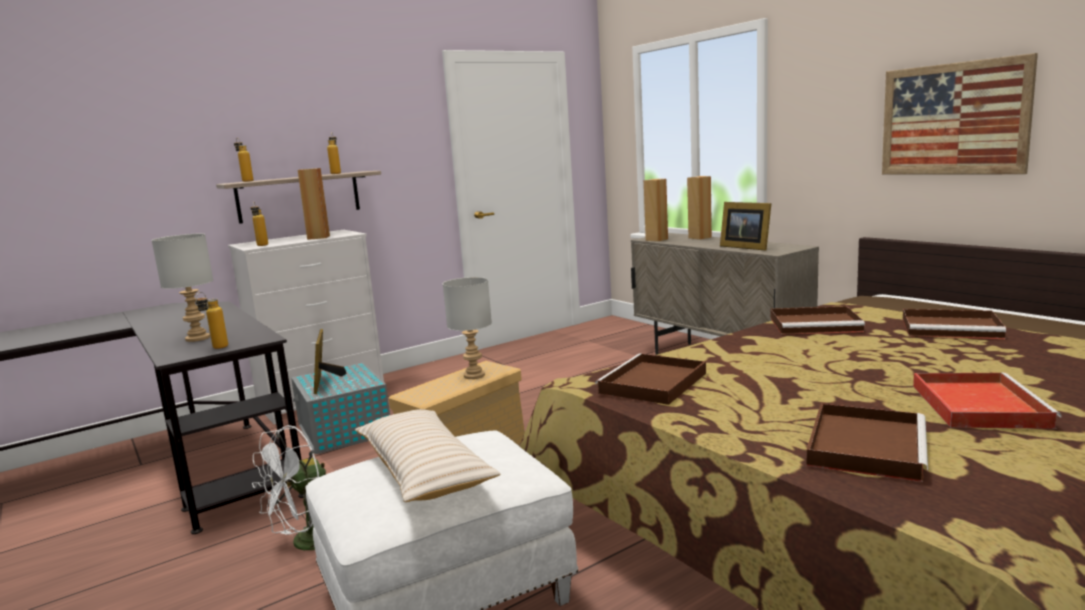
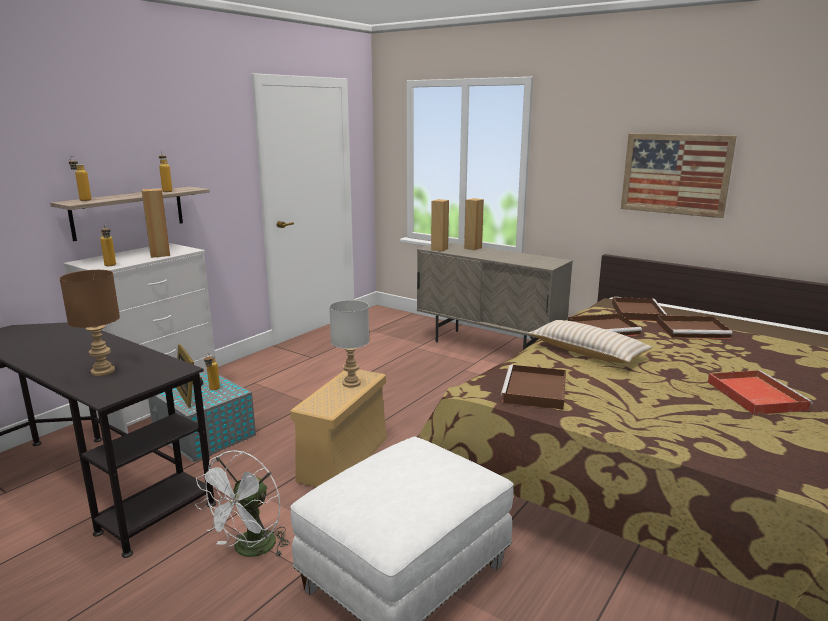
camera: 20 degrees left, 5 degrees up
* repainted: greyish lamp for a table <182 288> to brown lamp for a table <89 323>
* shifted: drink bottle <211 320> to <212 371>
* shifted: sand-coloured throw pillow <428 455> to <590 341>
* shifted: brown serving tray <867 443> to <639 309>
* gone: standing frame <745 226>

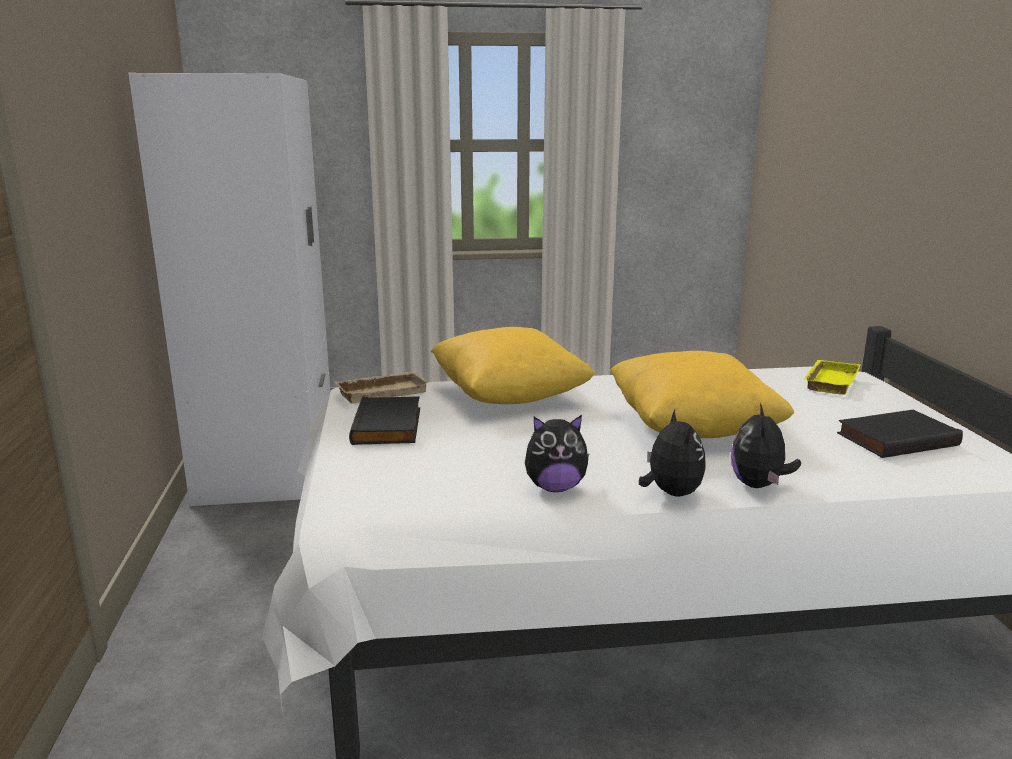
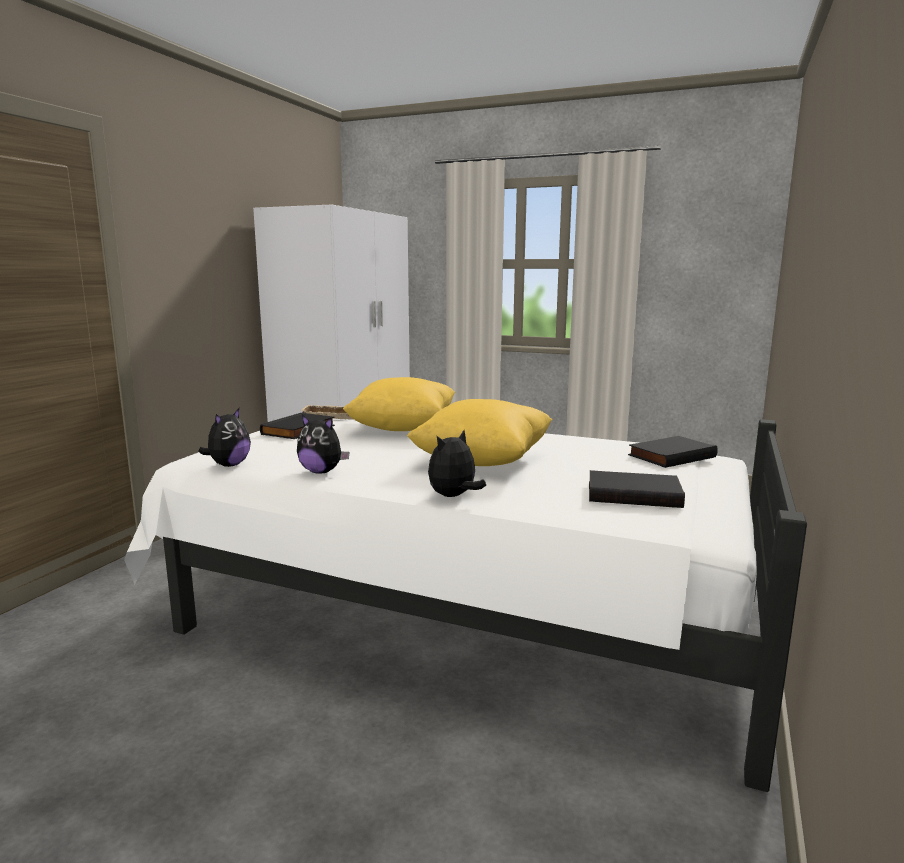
camera: 30 degrees right, 5 degrees down
* shifted: soft toy <672 453> to <224 437>
* swapped: yellow serving tray <832 377> to black book <673 452>

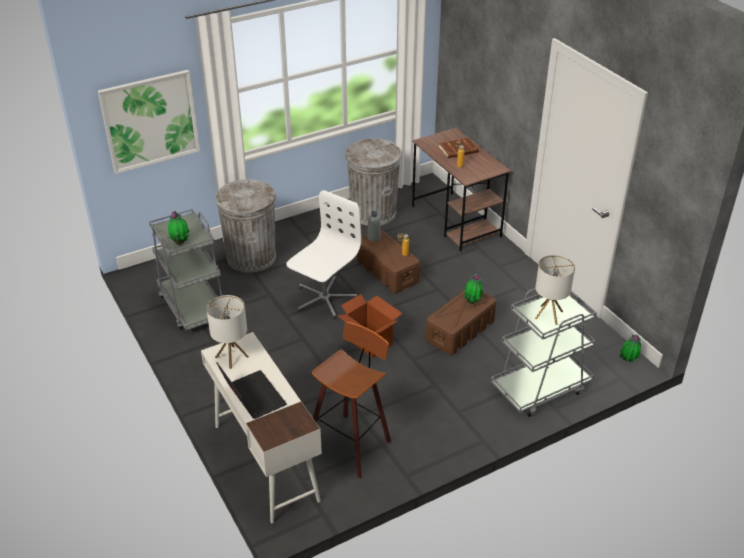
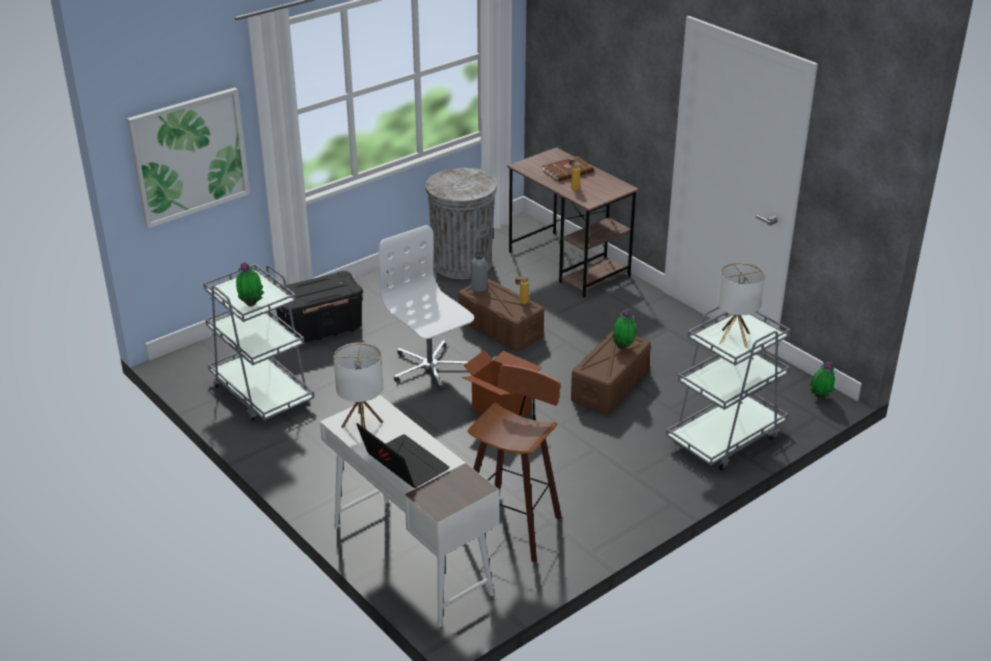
camera: 10 degrees left, 5 degrees down
* swapped: greyish waste bin <245 226> to black storage container <319 307>
* rotated: whitish desk chair <324 254> = <426 307> 60 degrees counterclockwise

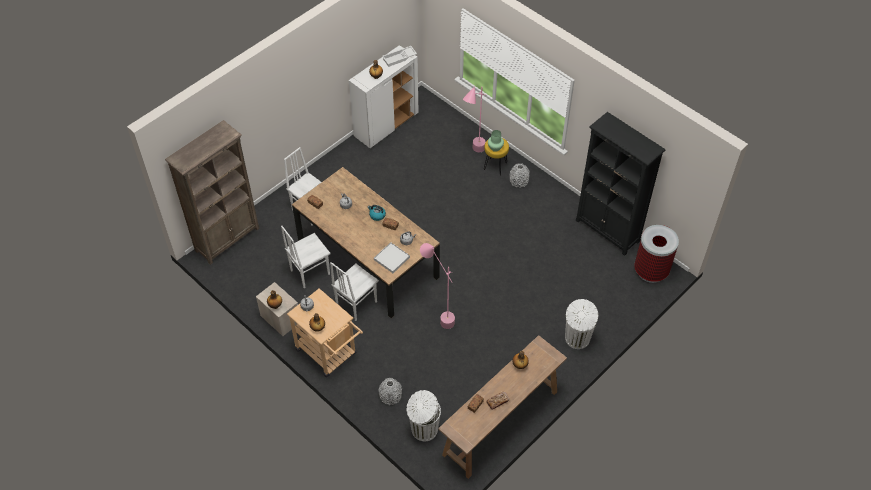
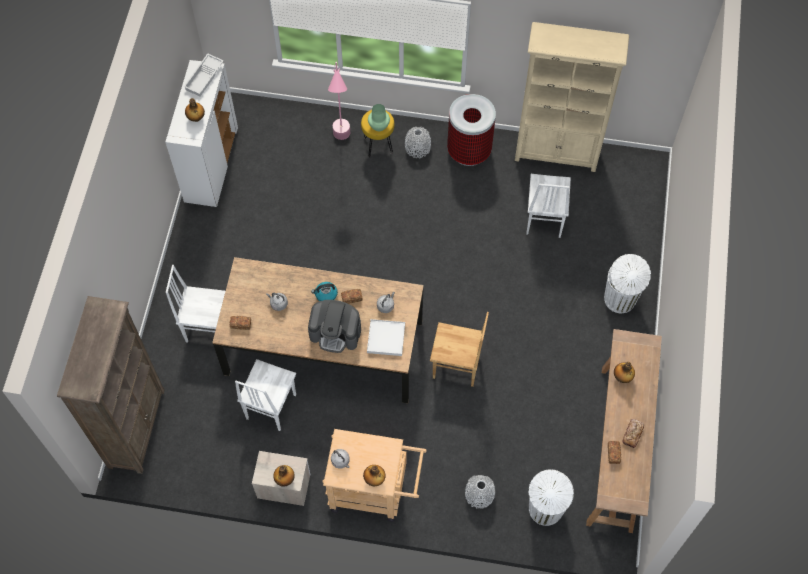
camera: 35 degrees left, 10 degrees up
* new: coffee brewer <334 326>
* swapped: pinkish standard lamp <437 286> to brown chair <459 349>
* shifted: waste bin <656 254> to <471 130>
* repainted: black bookshelf <620 184> to sand-coloured bookshelf <572 97>
* shifted: whitish chair <354 291> to <548 206>

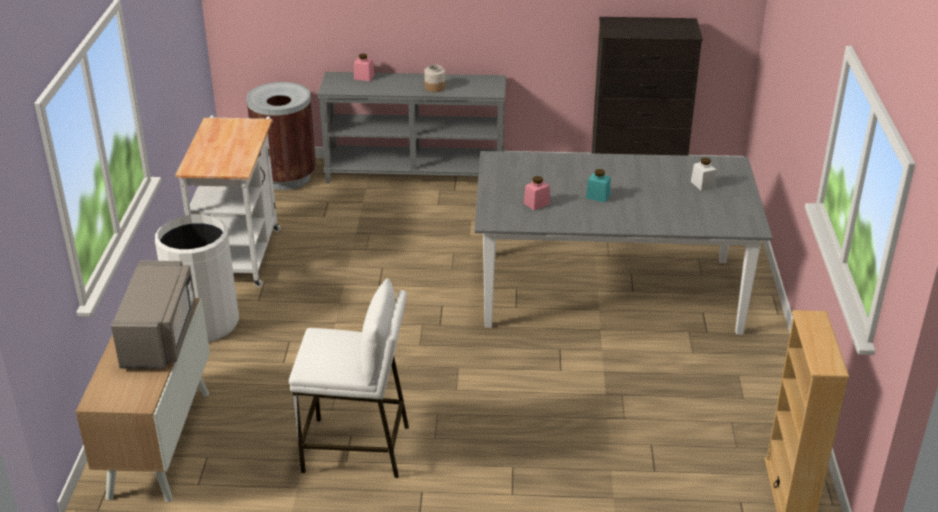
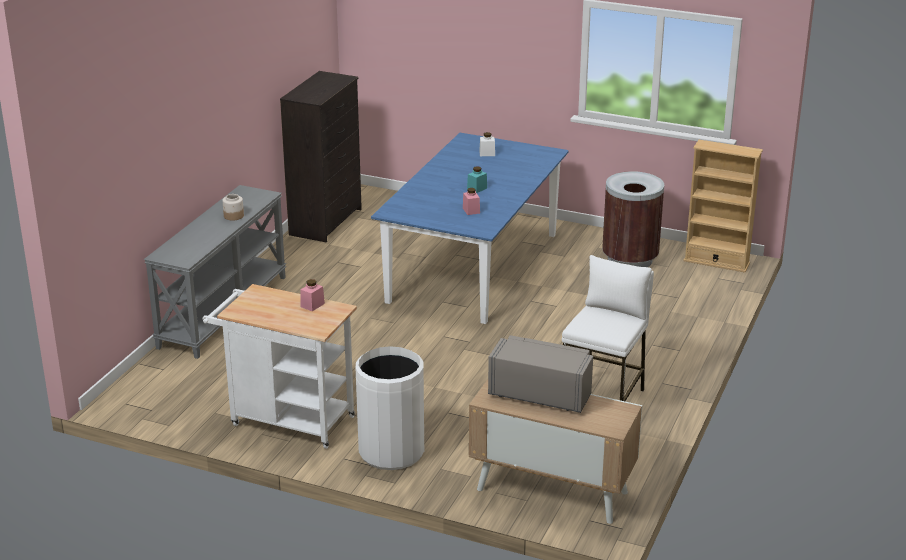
camera: 70 degrees left, 5 degrees down
* shifted: pinkish jar <364 67> to <313 295>
* repainted: greyish dinner table <623 243> to blue-coloured dinner table <470 228>
* shifted: brown waste bin <281 136> to <633 219>

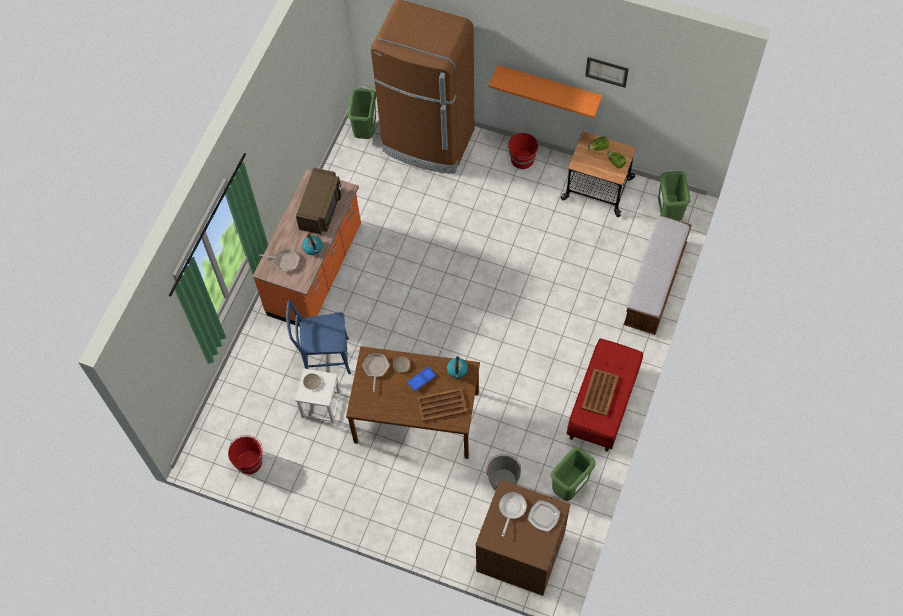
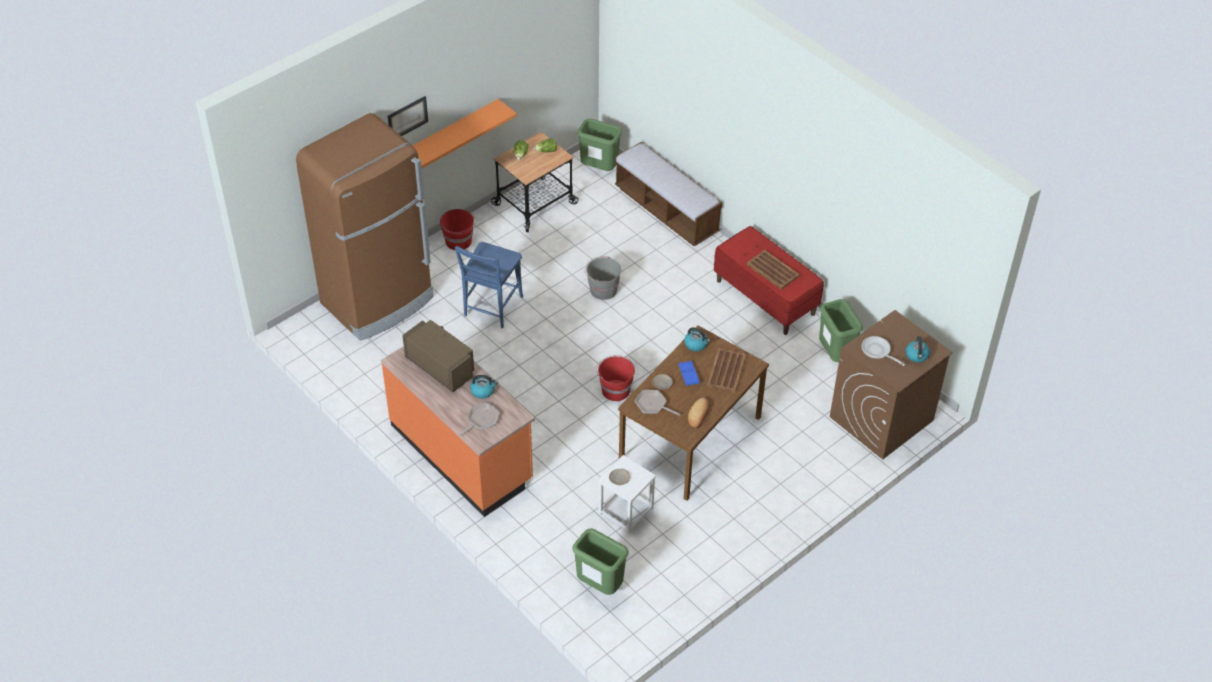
camera: 65 degrees left, 15 degrees down
* shifted: wall art <607 72> to <408 116>
* shifted: blue-coloured chair <318 337> to <489 285>
* shifted: greenish waste bin <362 114> to <600 562>
* shifted: greyish water bucket <503 472> to <603 278>
* shifted: red water bucket <245 454> to <615 378>
* new: bread <698 413>
* new: tea kettle <918 349>
* gone: dinner plate <544 516>

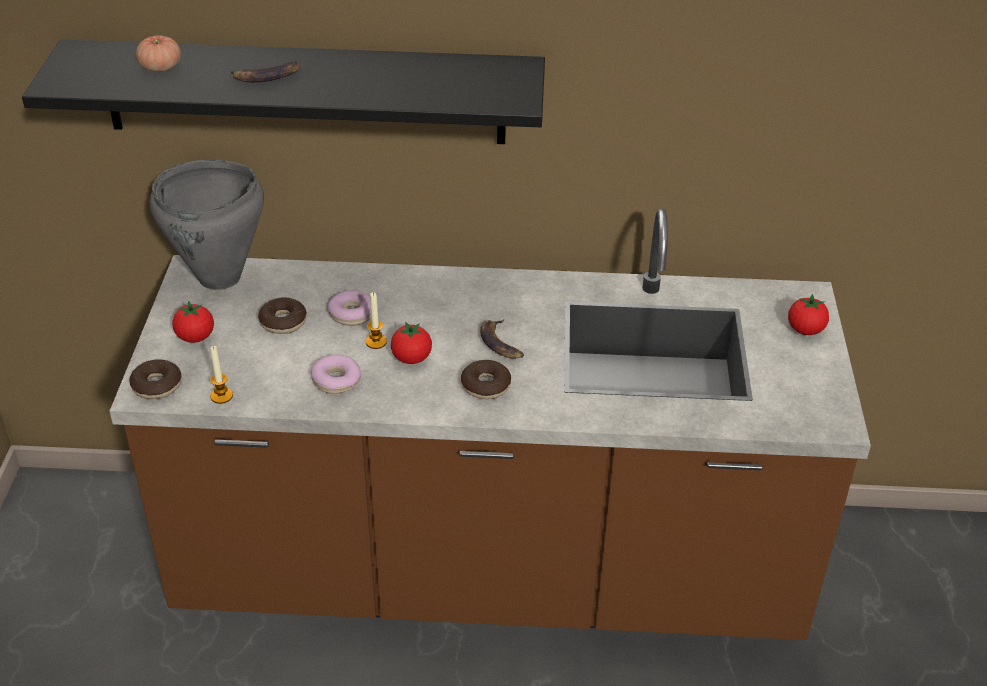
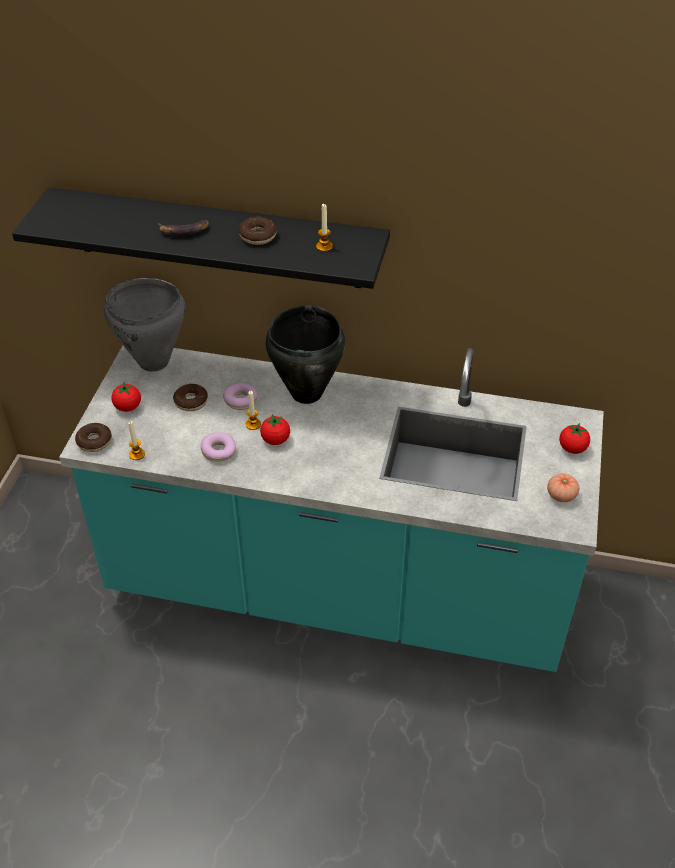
camera: 10 degrees right, 5 degrees up
* repainted: brown kitchen base unit <490 424> to blue-green kitchen base unit <331 509>
* shifted: donut <486 379> to <258 231>
* new: black stockpot <305 354>
* new: wax light <324 228>
* shifted: tomato <158 54> to <563 488>
* gone: banana fruit <502 339>

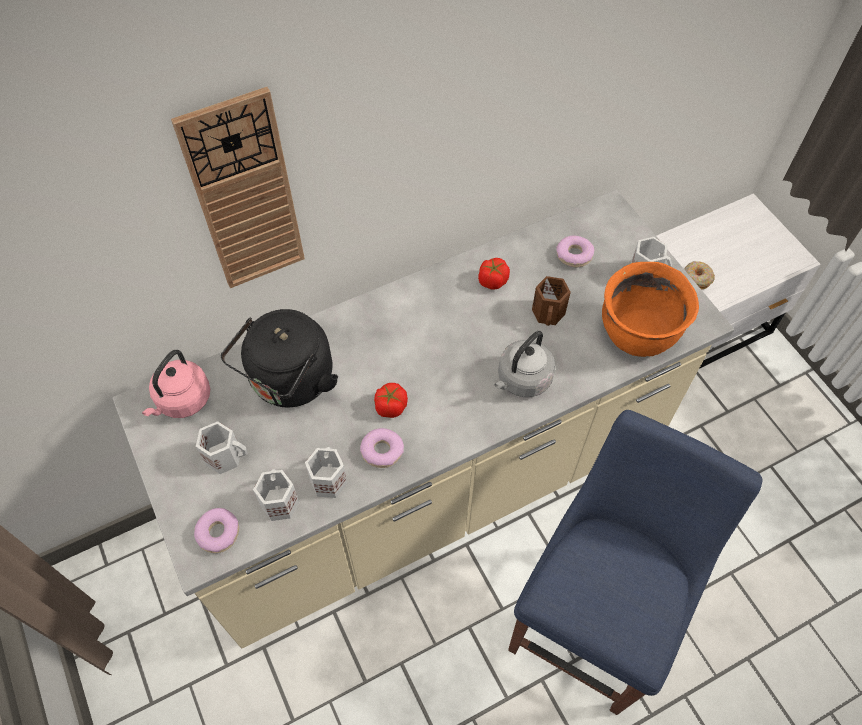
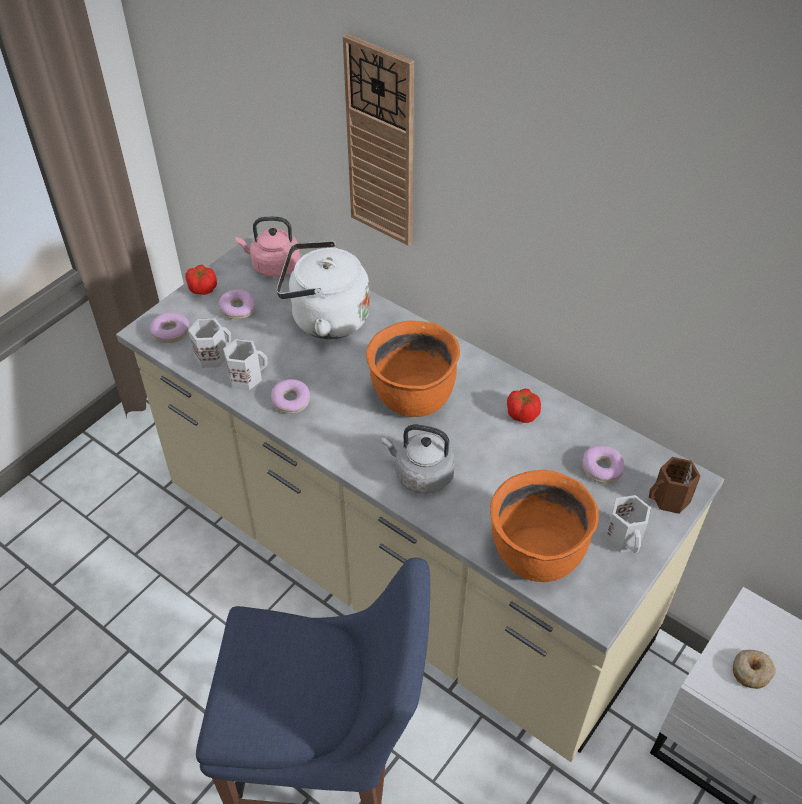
camera: 65 degrees right, 10 degrees down
* shifted: tomato <391 400> to <201 280>
* swapped: whitish coffee mug <221 447> to donut <237 304>
* repainted: black tea kettle <279 358> to whitish tea kettle <323 290>
* new: orangey stockpot <413 369>
* shifted: brown coffee mug <551 301> to <675 485>

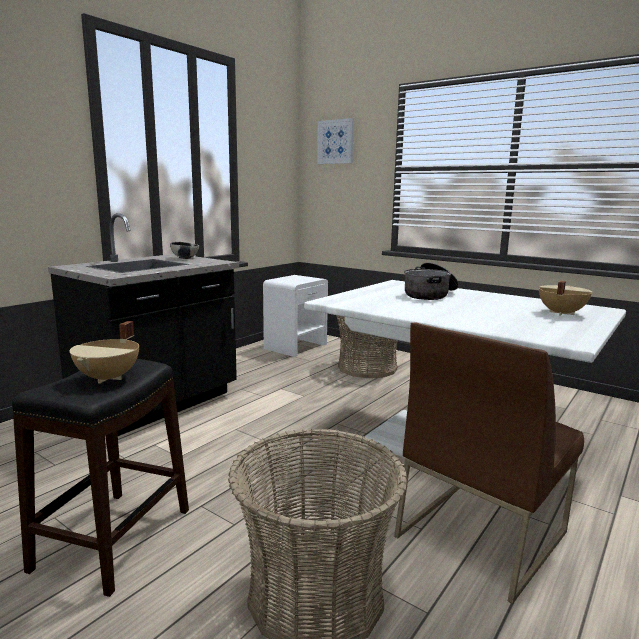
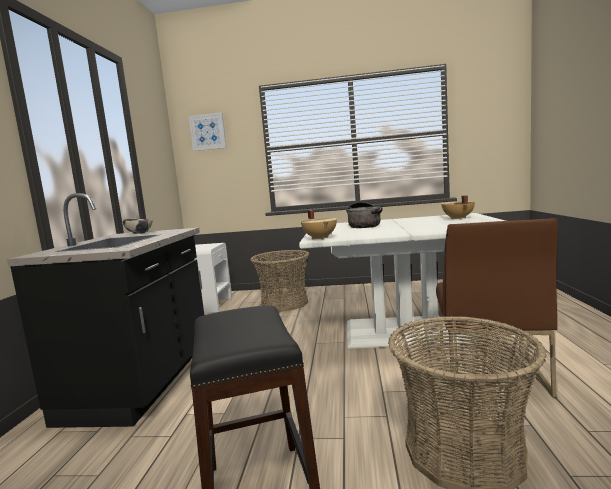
camera: 30 degrees left, 5 degrees down
* shifted: sand-coloured stockpot <104 352> to <319 225>

